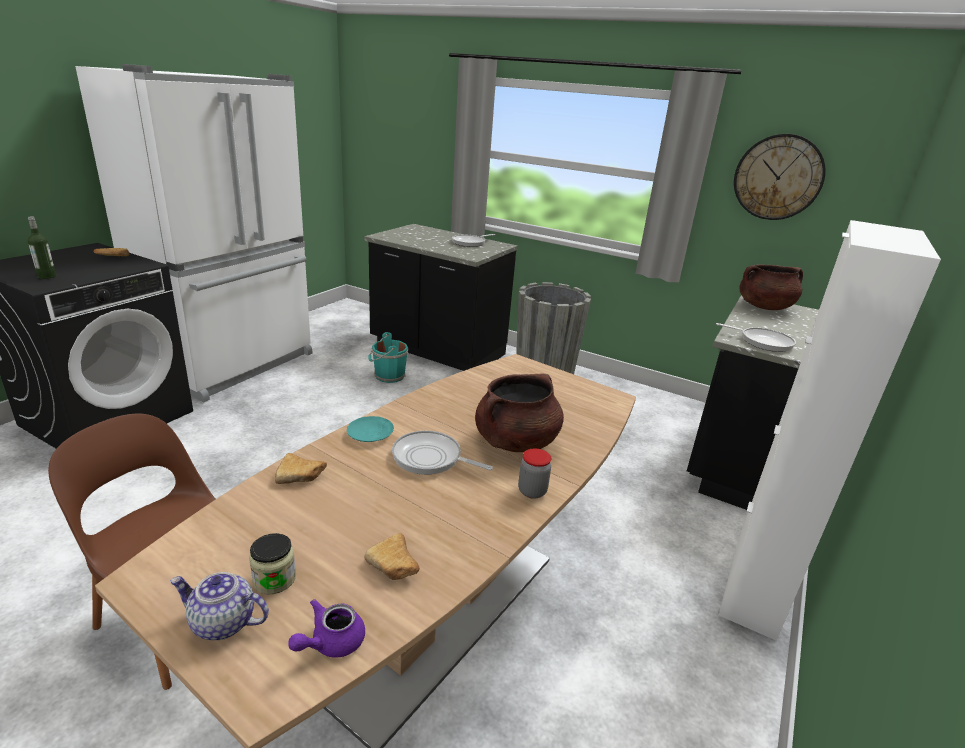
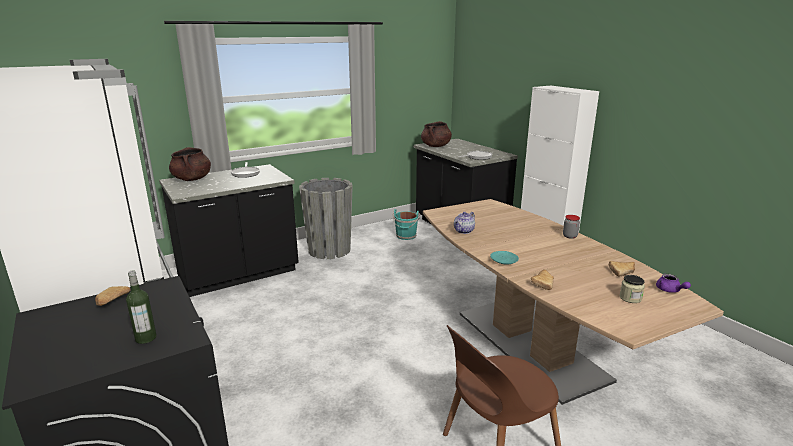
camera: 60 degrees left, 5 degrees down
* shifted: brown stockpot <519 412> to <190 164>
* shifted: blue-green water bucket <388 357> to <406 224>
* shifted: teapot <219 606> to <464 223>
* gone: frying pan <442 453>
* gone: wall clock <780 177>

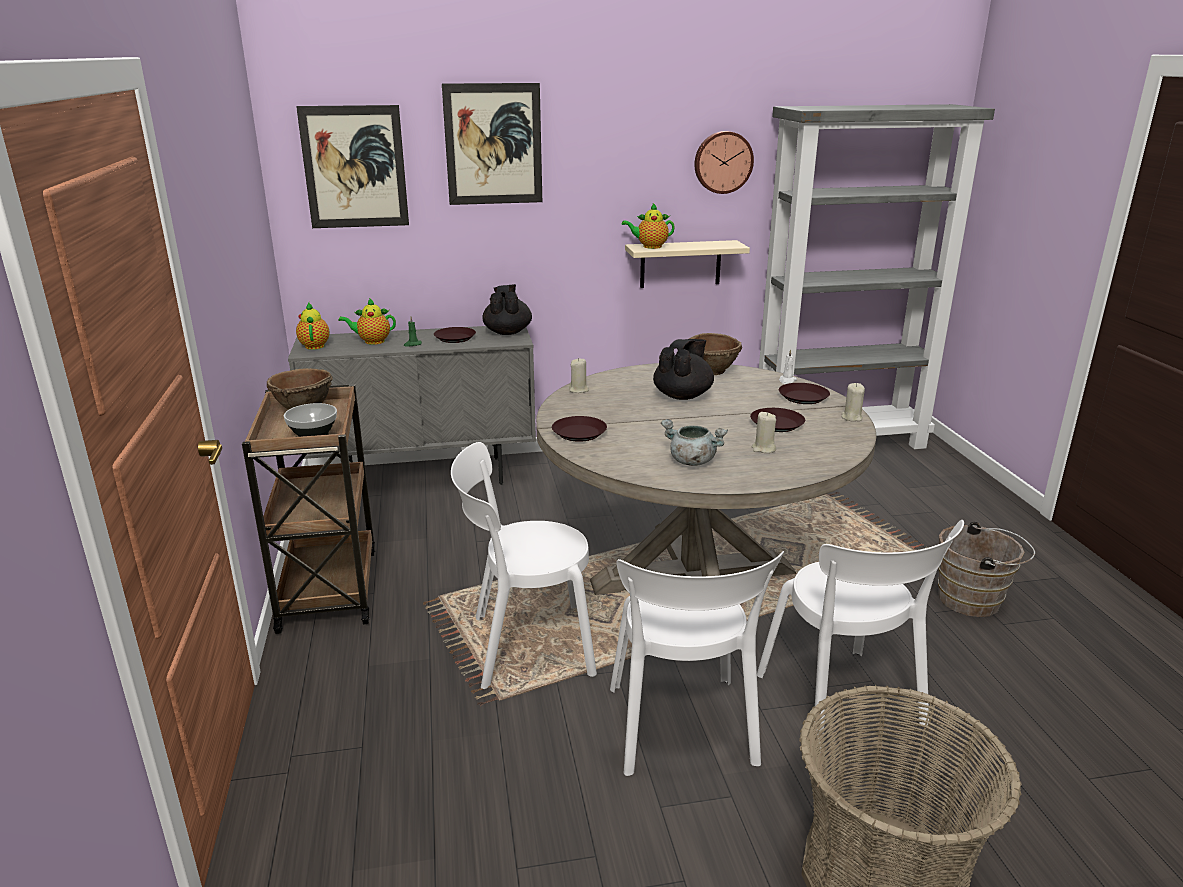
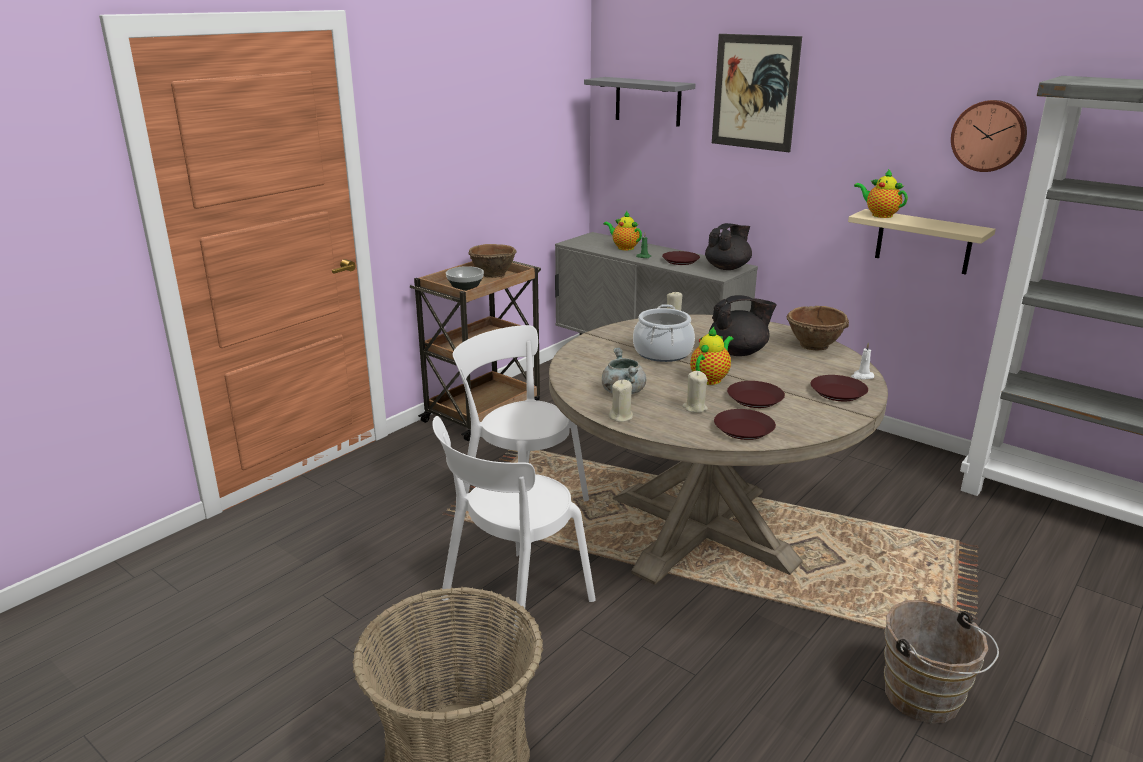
camera: 50 degrees right, 0 degrees up
* swapped: wall art <352 166> to greyish wall shelf <639 102>
* shifted: sand-coloured wax light <853 402> to <620 401>
* new: stockpot <664 333>
* shifted: teapot <313 326> to <712 356>
* shifted: brown dinner plate <579 429> to <745 424>
* gone: whitish chair <860 632>

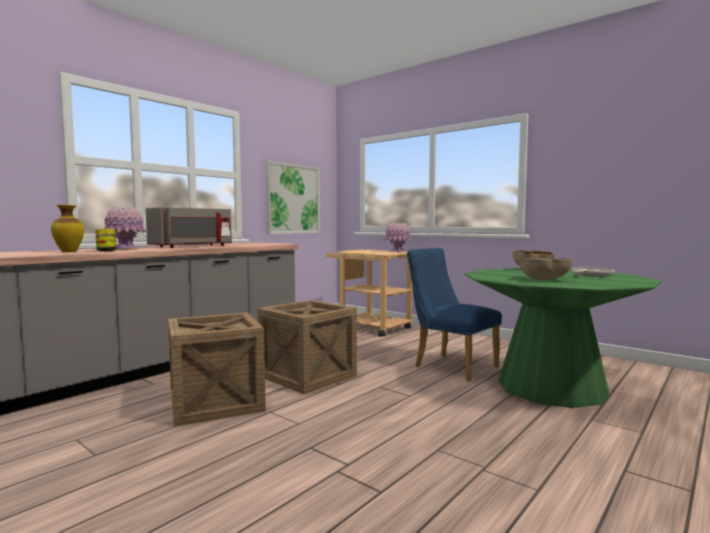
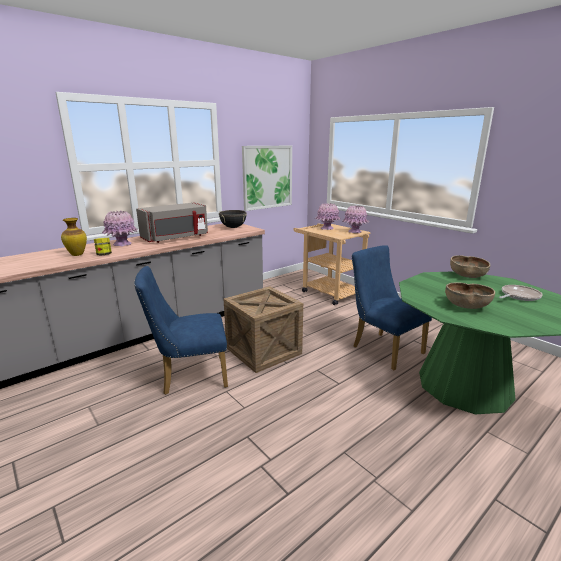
camera: 10 degrees right, 15 degrees up
* swapped: packing crate <217 370> to blue-coloured chair <181 330>
* new: black stockpot <233 219>
* new: pinkish flower vase <328 216>

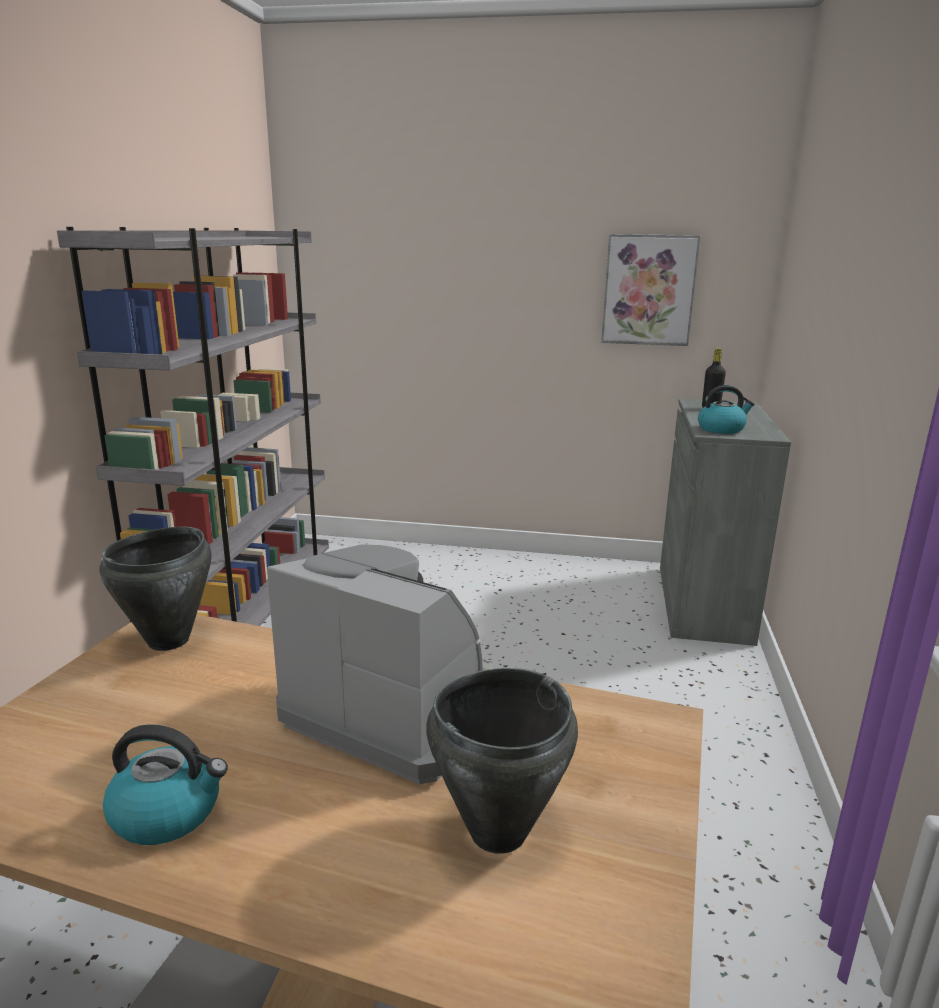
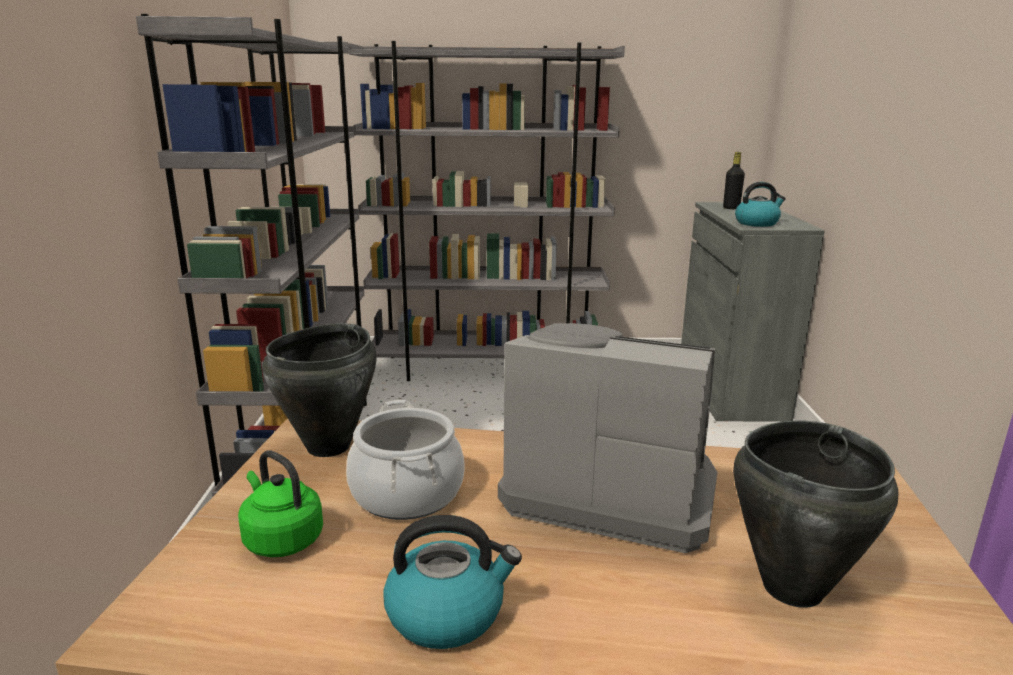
camera: 10 degrees left, 0 degrees up
* new: greenish tea kettle <280 503>
* new: stockpot <405 460>
* new: greyish bookshelf <486 211>
* gone: wall art <651 290>

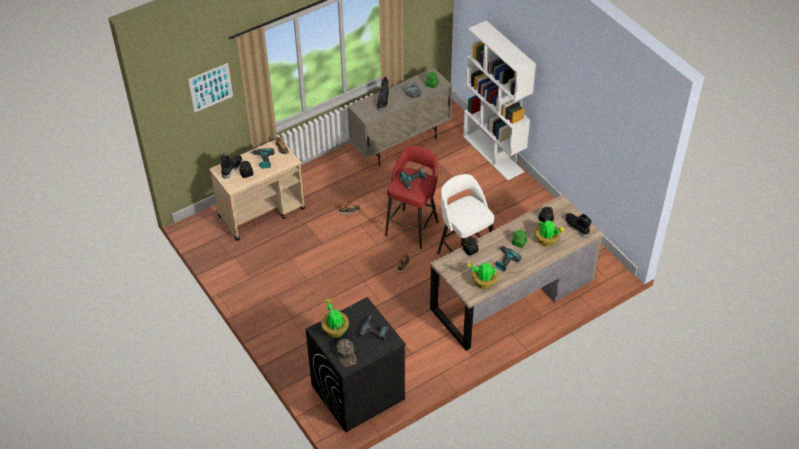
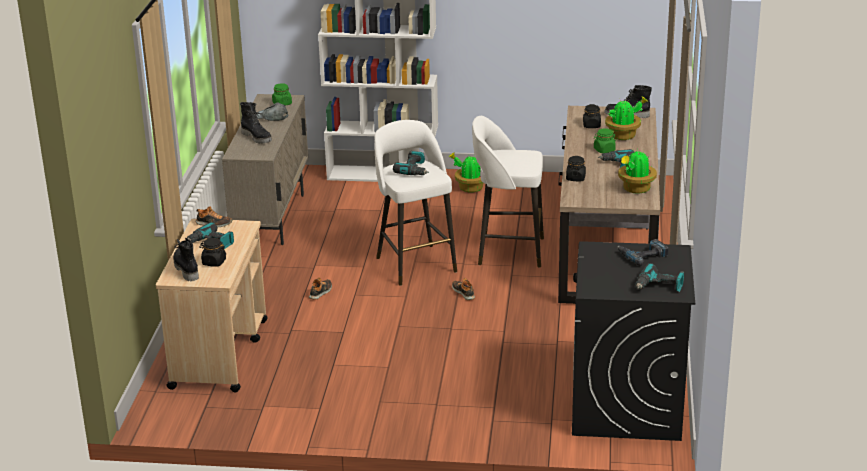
camera: 50 degrees left, 20 degrees down
* repainted: red sitting stool <411 197> to whitish sitting stool <416 203>
* shifted: plant in a pot <335 318> to <466 172>
* swapped: greenish baseball cap <346 353> to drill <659 277>
* gone: wall art <210 88>

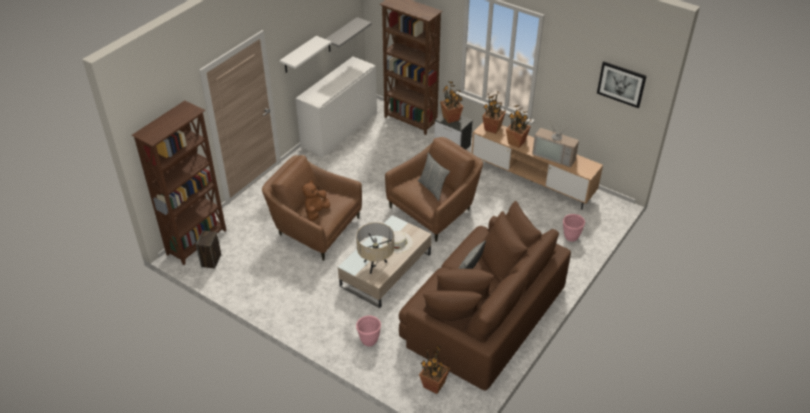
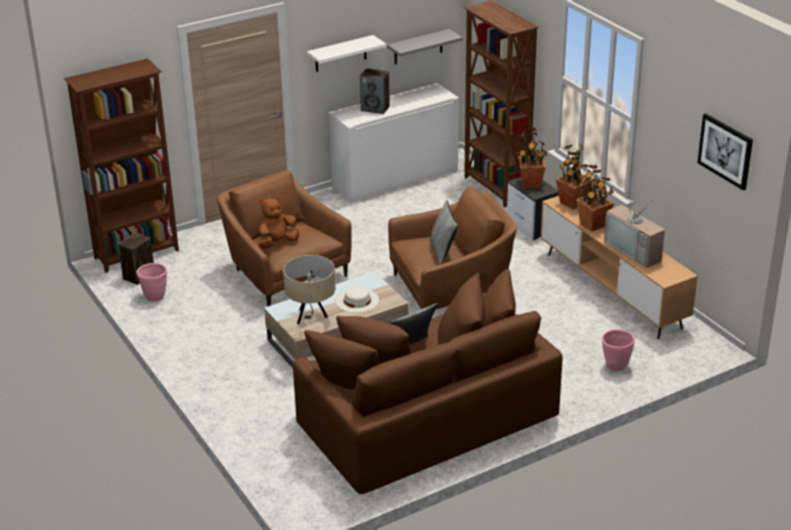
camera: 25 degrees right, 10 degrees down
* shifted: pinkish planter <368 331> to <151 282>
* new: audio speaker <375 91>
* gone: plant in a pot <434 369>

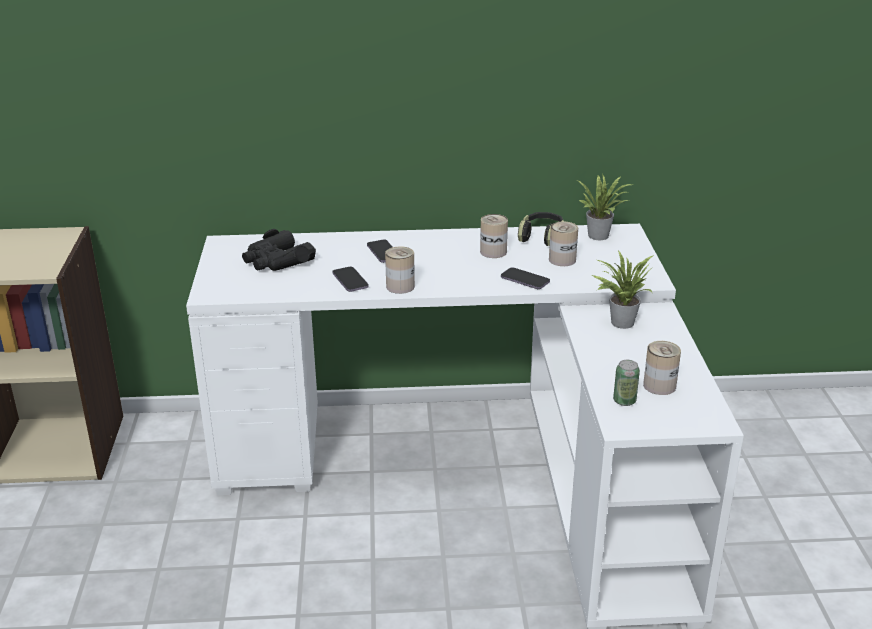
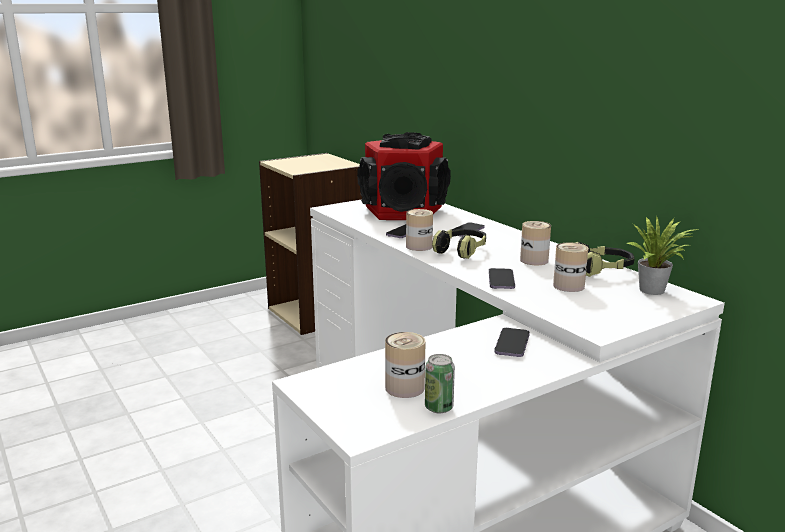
camera: 60 degrees right, 10 degrees down
* swapped: black pair of binoculars <279 250> to audio speaker <404 176>
* shifted: metal can <626 383> to <440 383>
* new: headset <459 244>
* swapped: plant in a pot <623 290> to phone <512 342>

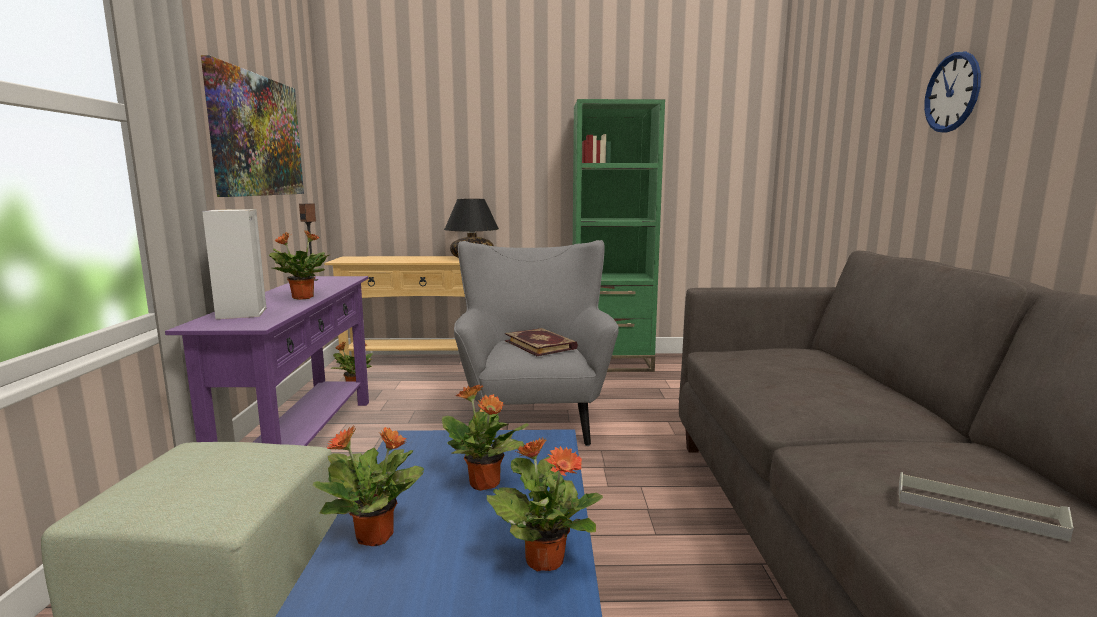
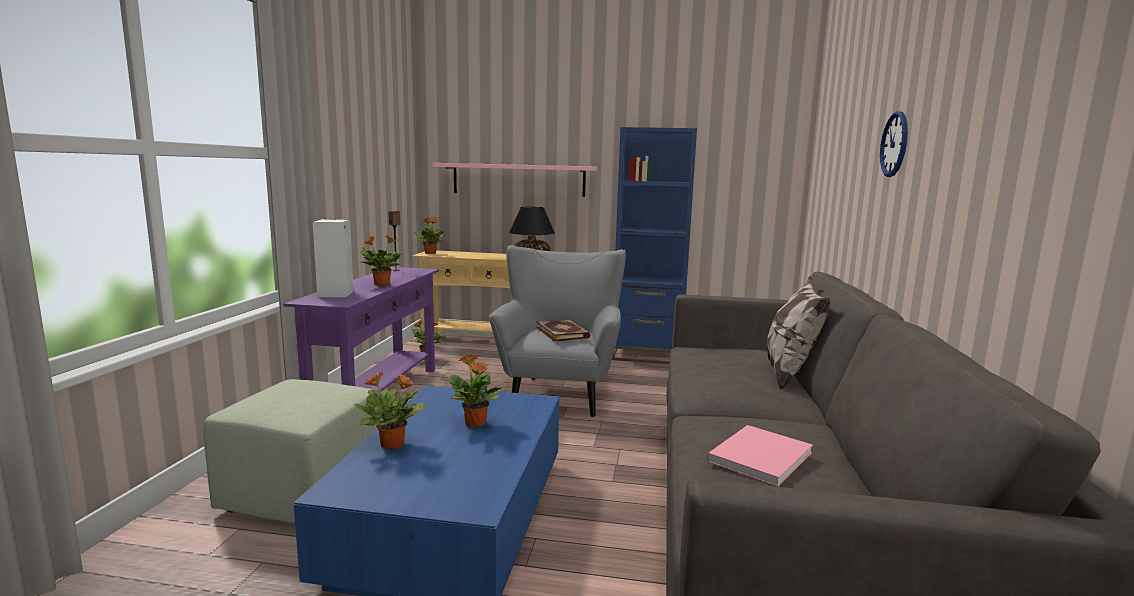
camera: 10 degrees right, 0 degrees up
* shifted: plant in a pot <545 504> to <428 235>
* new: pinkish wall shelf <515 180>
* repainted: greenish bookshelf <619 235> to blue-coloured bookshelf <654 245>
* swapped: greyish serving tray <986 507> to pinkish book <759 456>
* new: throw pillow <798 332>
* gone: wall art <252 126>

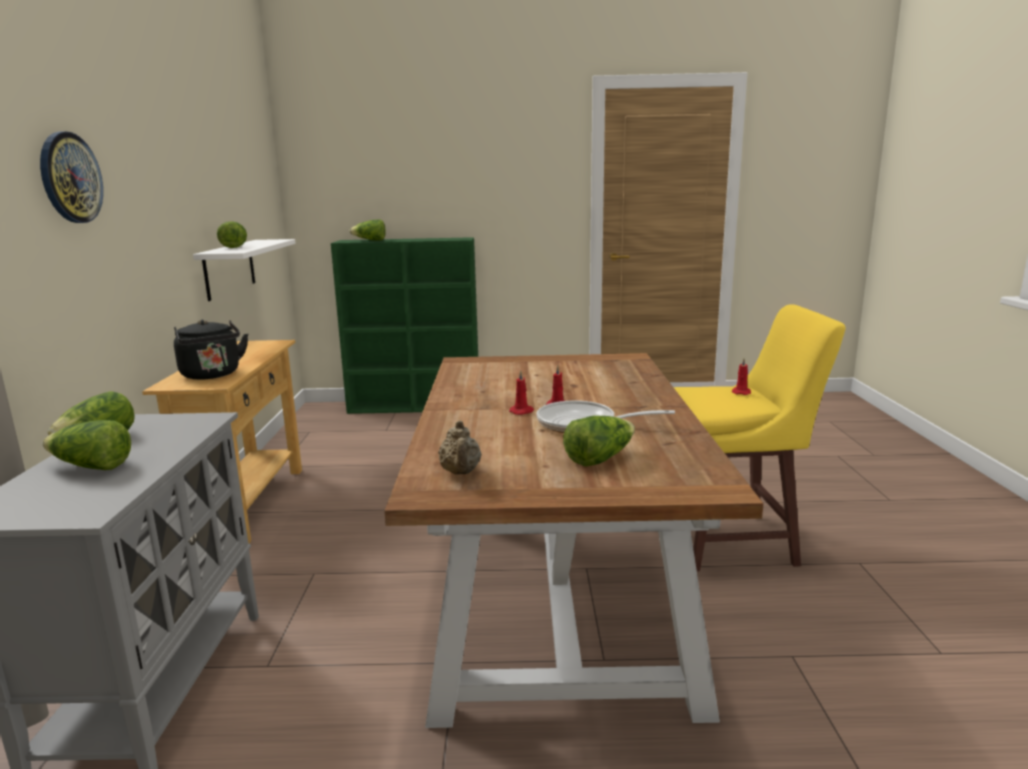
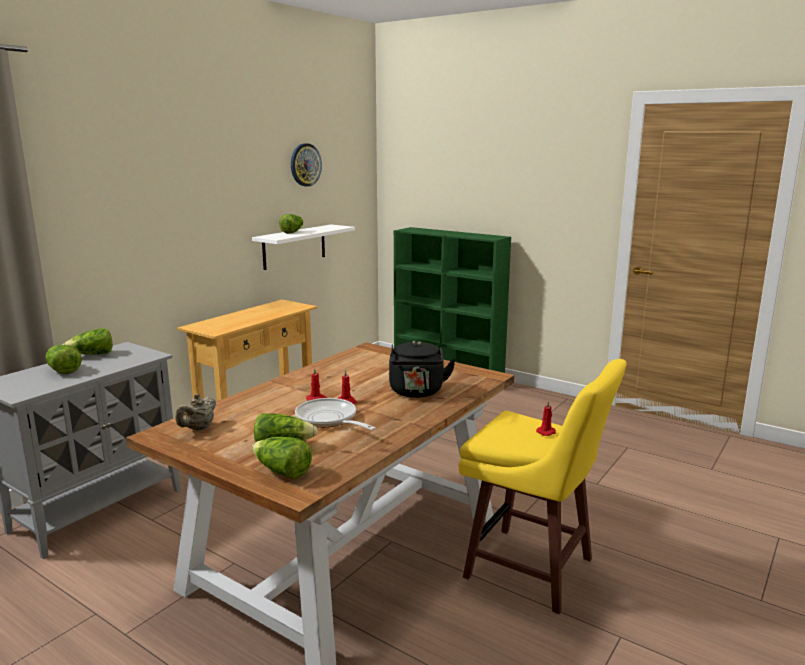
camera: 35 degrees right, 0 degrees up
* shifted: lettuce head <367 230> to <282 458>
* shifted: wall clock <71 177> to <306 164>
* shifted: black tea kettle <211 349> to <422 369>

